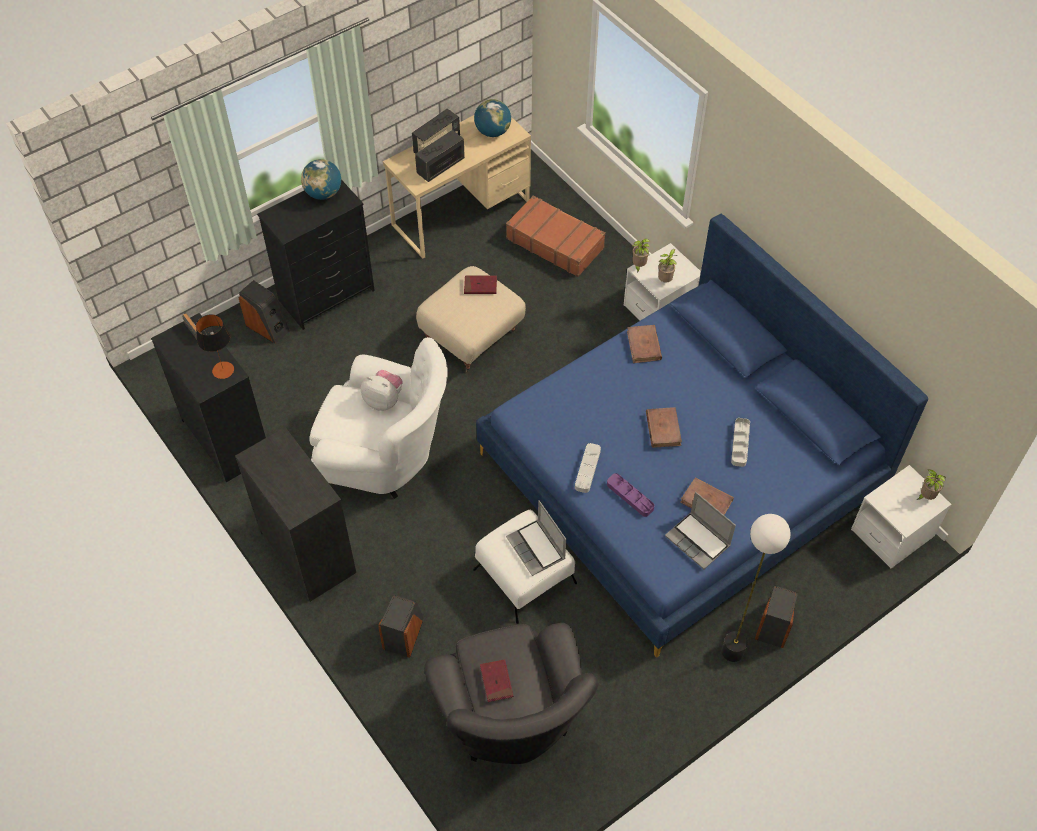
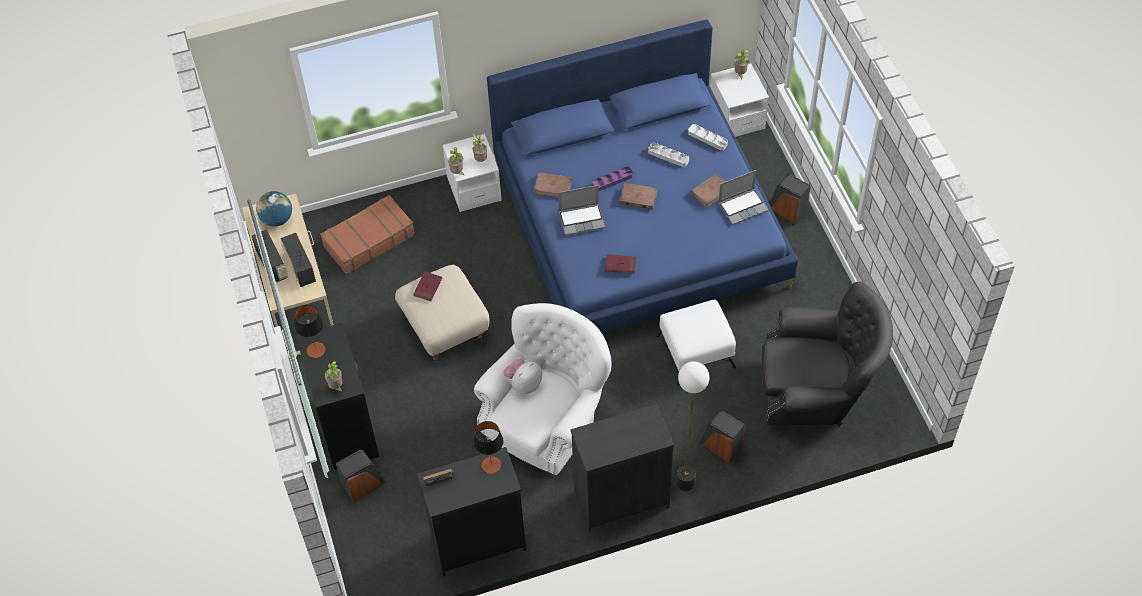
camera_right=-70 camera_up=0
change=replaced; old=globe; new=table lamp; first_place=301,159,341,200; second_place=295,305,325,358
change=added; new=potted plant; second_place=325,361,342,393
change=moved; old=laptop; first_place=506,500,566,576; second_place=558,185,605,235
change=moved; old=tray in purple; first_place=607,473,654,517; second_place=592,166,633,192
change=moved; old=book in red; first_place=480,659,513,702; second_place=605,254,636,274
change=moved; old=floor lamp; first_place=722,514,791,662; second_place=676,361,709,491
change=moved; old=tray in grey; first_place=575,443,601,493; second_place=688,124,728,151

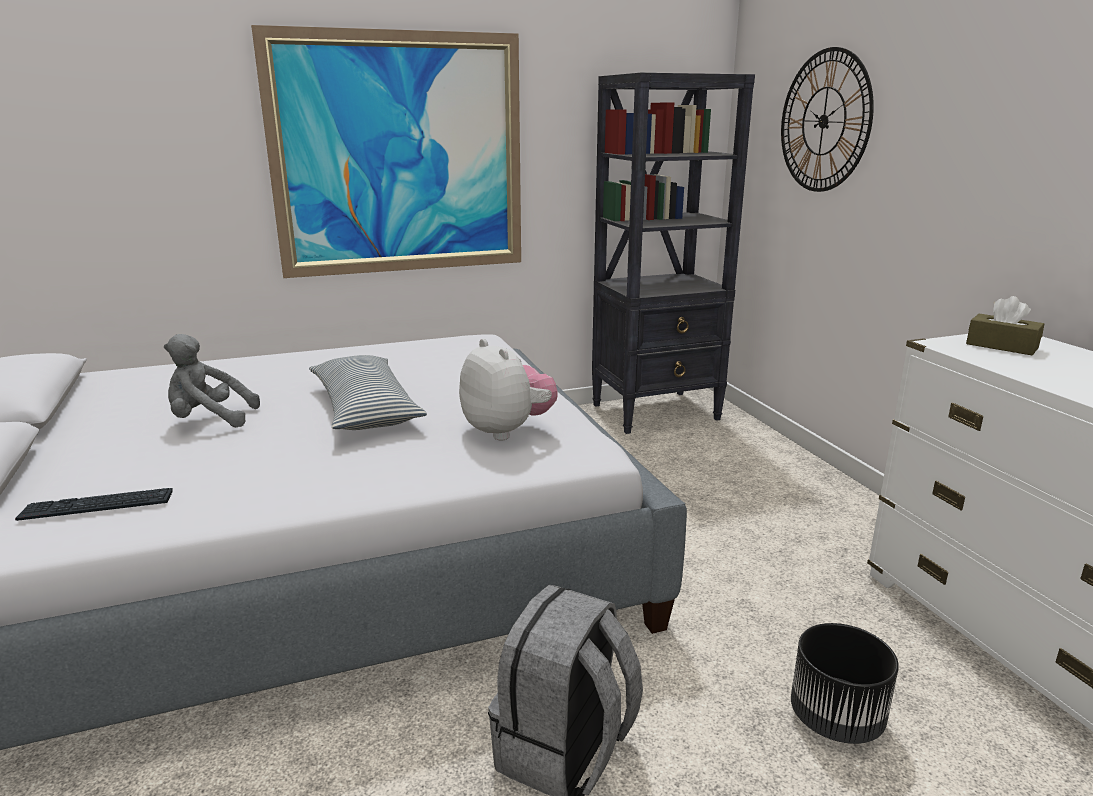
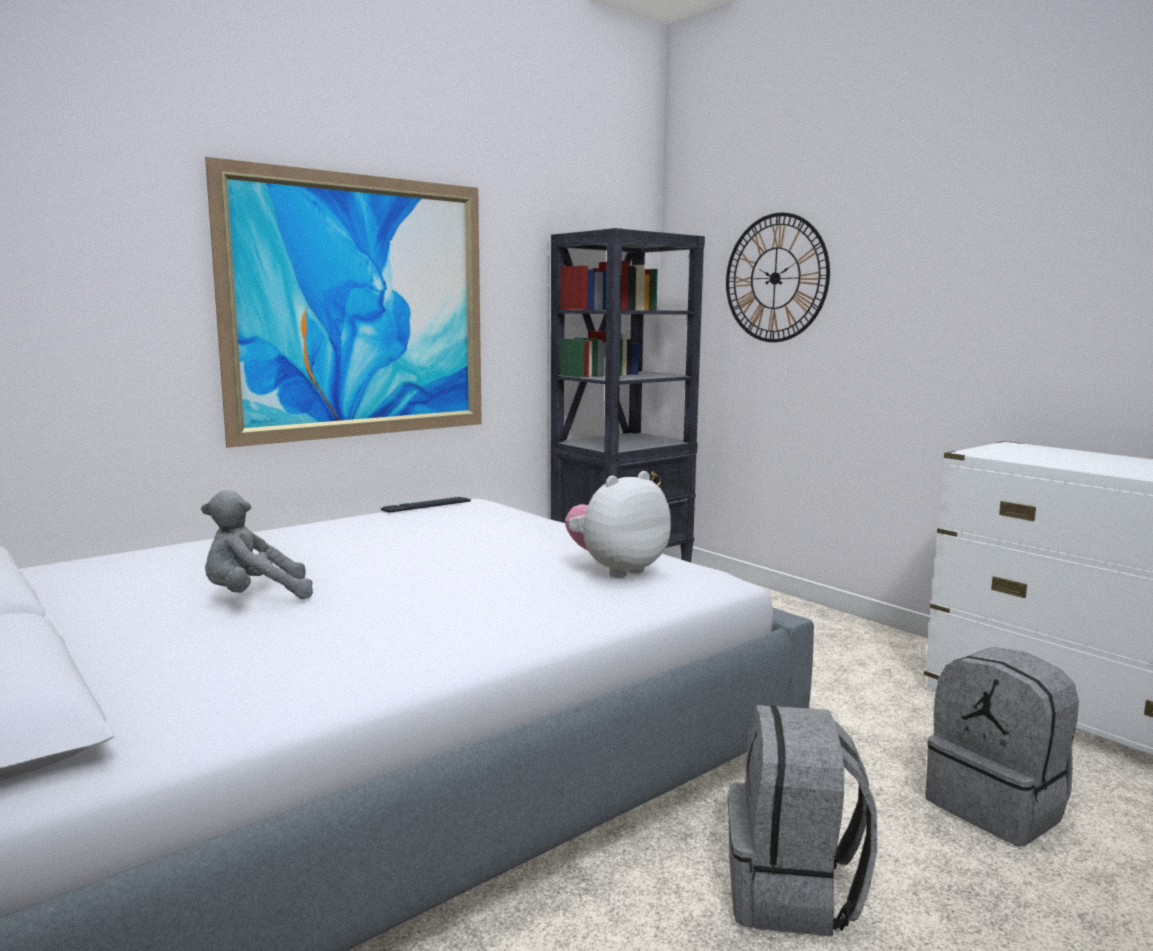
camera_right=-20 camera_up=-10
change=moved; old=keyboard; first_place=15,488,172,521; second_place=381,497,471,513
change=turned; old=plush toy; first_place=459,339,558,440; second_place=565,471,671,578; degrees=-75
change=replaced; old=planter in black; new=backpack in grey; first_place=791,623,899,744; second_place=925,647,1079,846
change=removed; old=pillow; first_place=309,355,427,430
change=removed; old=tissue box in brown; first_place=966,296,1044,355

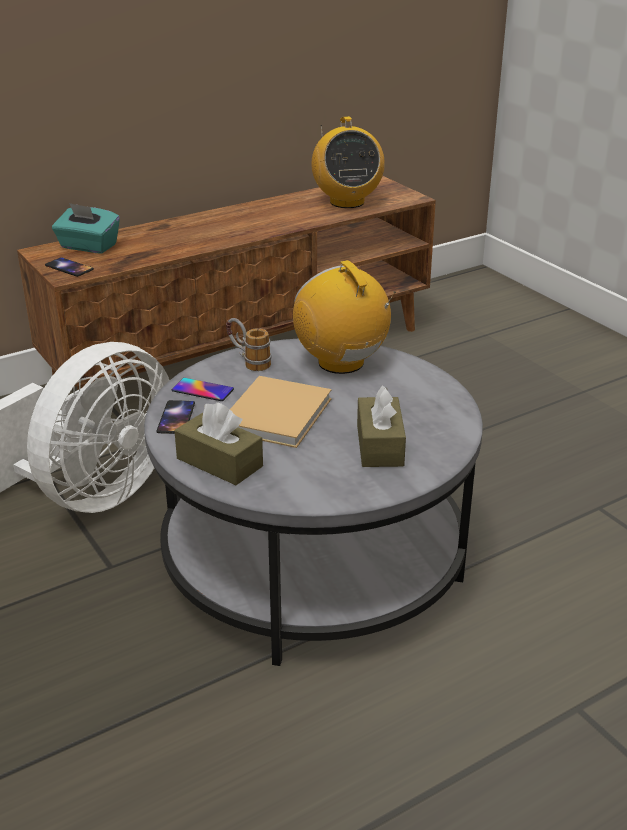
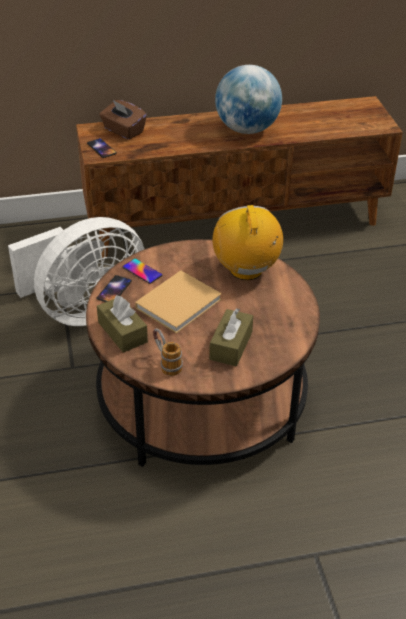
camera_right=20 camera_up=10
change=recoloured; old=coffee table in grey; new=coffee table in brown; first_place=144,339,483,666; second_place=86,239,320,467
change=recoloured; old=tissue box in turquoise; new=tissue box in brown; first_place=52,203,120,254; second_place=100,99,147,140
change=moved; old=mug; first_place=226,318,271,371; second_place=153,328,183,376
change=added; new=globe; second_place=215,65,282,134
change=removed; old=radio; first_place=311,116,385,208

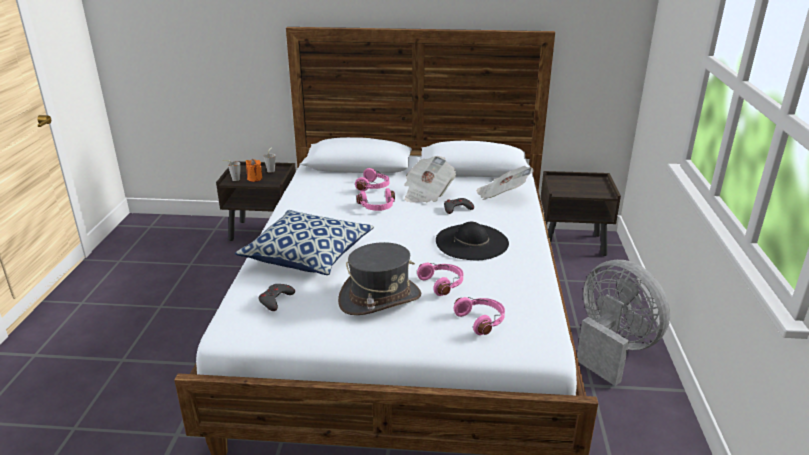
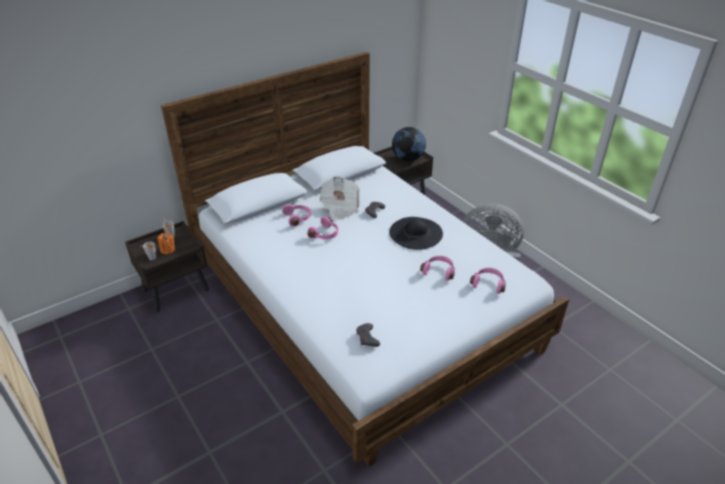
camera_right=-40 camera_up=10
change=added; new=globe; second_place=392,127,426,161
change=removed; old=pillow; first_place=235,210,374,275
change=removed; old=hat in grey; first_place=338,242,421,315
change=removed; old=newspaper; first_place=476,166,534,200

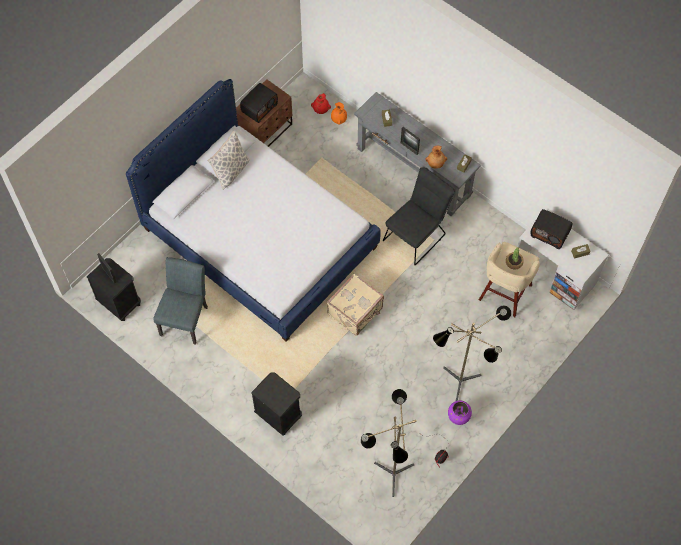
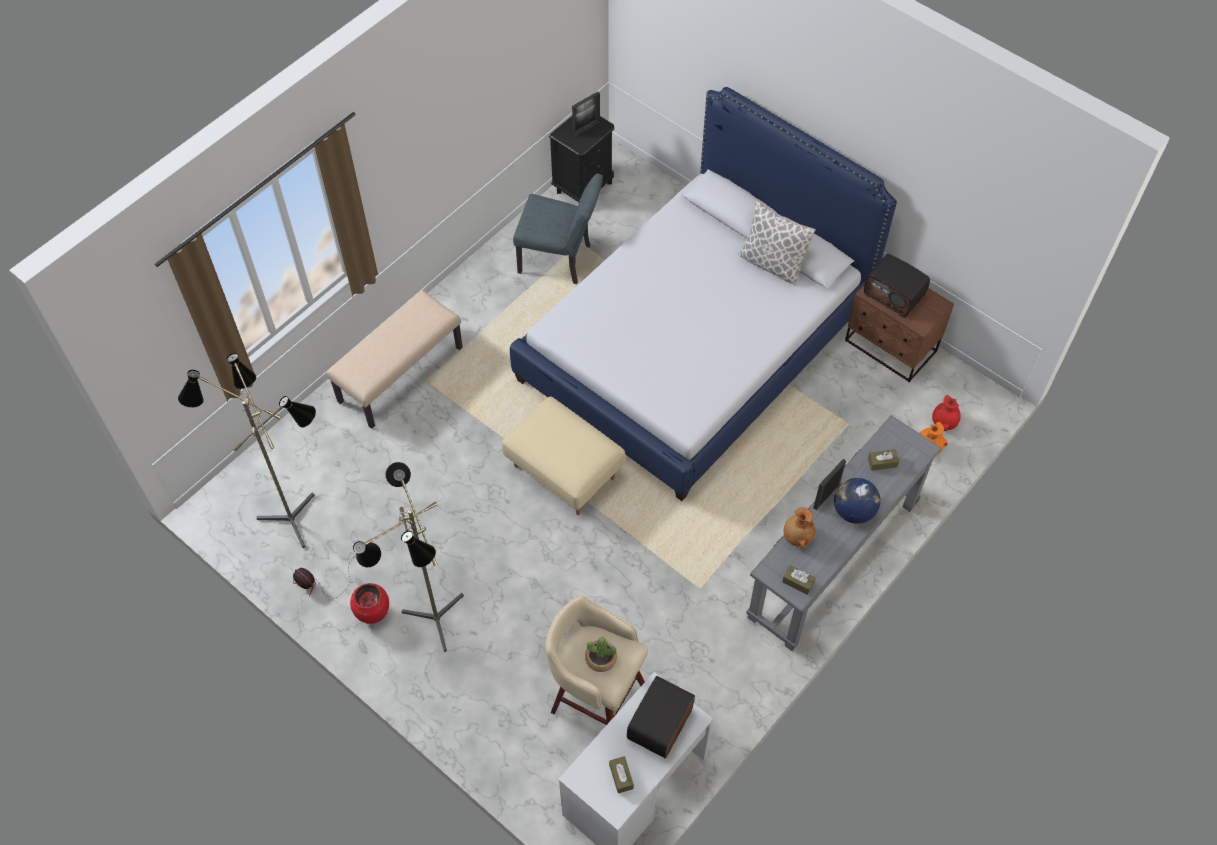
camera_right=90 camera_up=-5
change=replaced; old=nightstand in black; new=bench in beige; first_place=251,372,302,436; second_place=327,290,463,429
change=recoloured; old=vase in purple; new=vase in red; first_place=448,400,472,425; second_place=350,583,389,624
change=replaced; old=suitcase in beige; new=ottoman in beige; first_place=327,274,384,336; second_place=502,397,626,515
change=added; new=globe; second_place=834,478,880,524
change=removed; old=chair in black; first_place=383,168,455,265

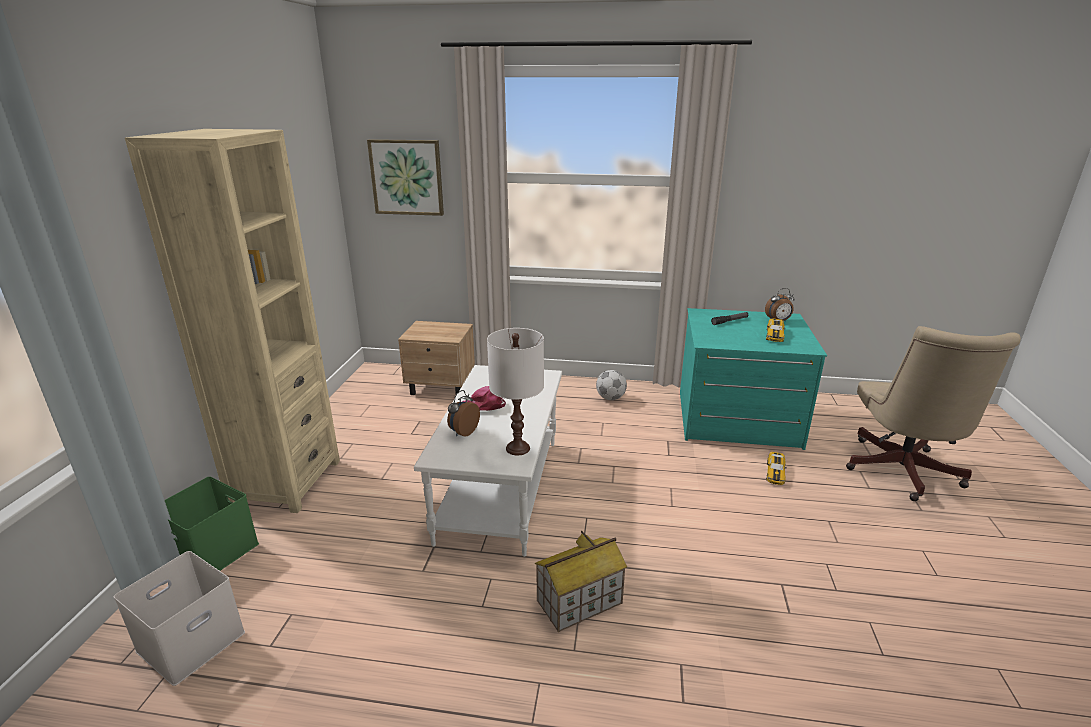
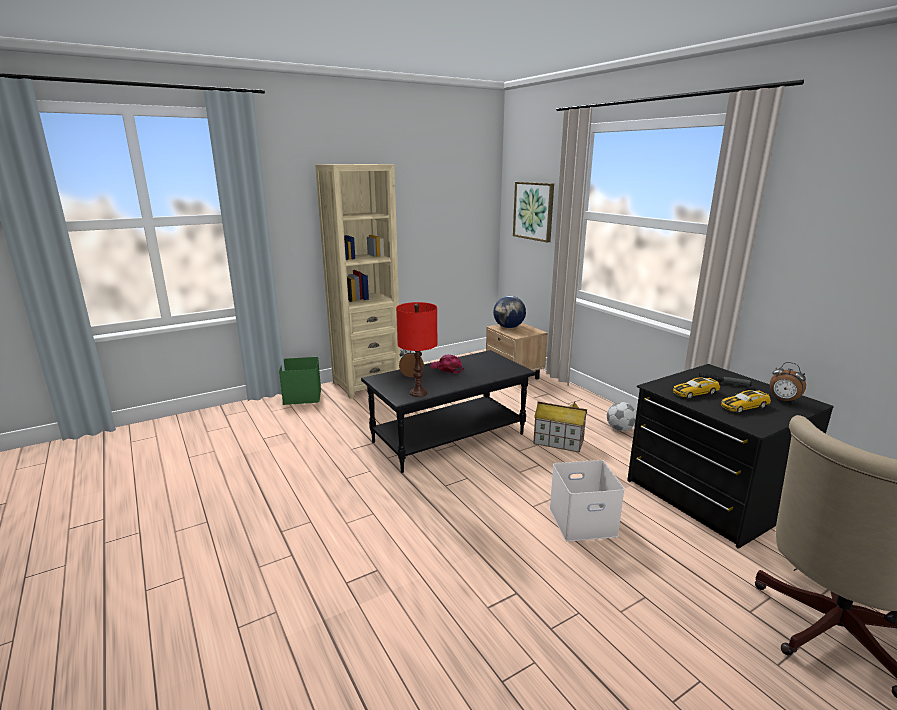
camera_right=50 camera_up=-5
change=recoloured; old=coffee table in white; new=coffee table in black; first_place=414,365,562,557; second_place=361,350,535,473
change=recoloured; old=table lamp in white; new=table lamp in red; first_place=487,328,544,455; second_place=396,302,438,397
change=added; new=globe; second_place=493,296,526,328
change=moved; old=toy house; first_place=535,531,627,632; second_place=533,401,587,453
change=moved; old=storage box in white; first_place=114,551,245,686; second_place=549,460,625,542
change=recoloured; old=dresser in turquoise; new=dresser in black; first_place=680,308,827,450; second_place=627,364,834,549
change=moved; old=toy car; first_place=766,452,787,485; second_place=673,378,720,399

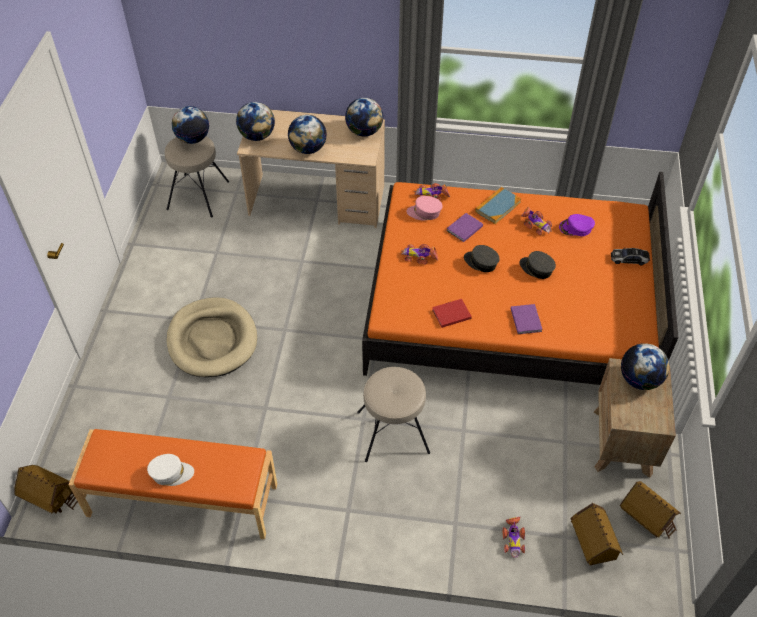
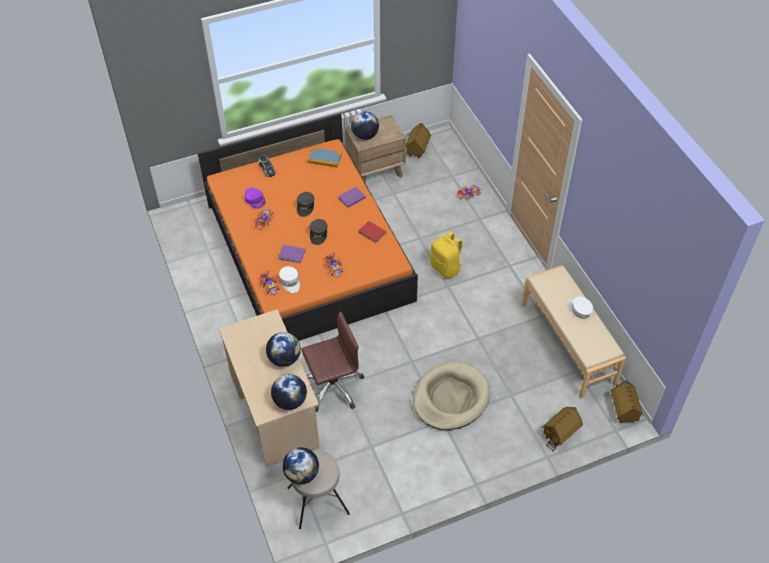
camera_right=-120 camera_up=0
change=recoloured; old=cap in pink; new=cap in white; first_place=406,196,443,221; second_place=279,266,300,293
change=added; new=office chair in brown; second_place=301,312,364,412
change=moved; old=book; first_place=475,187,521,224; second_place=308,148,342,167
change=replaced; old=stool in beige; new=backpack in yellow; first_place=357,367,430,462; second_place=430,231,464,278
change=recoloured; old=bench in orange; new=bench in beige; first_place=69,429,277,539; second_place=521,265,626,399
change=moved; old=toy house; first_place=570,503,623,565; second_place=541,407,583,452
change=removed; old=globe; first_place=345,98,383,136

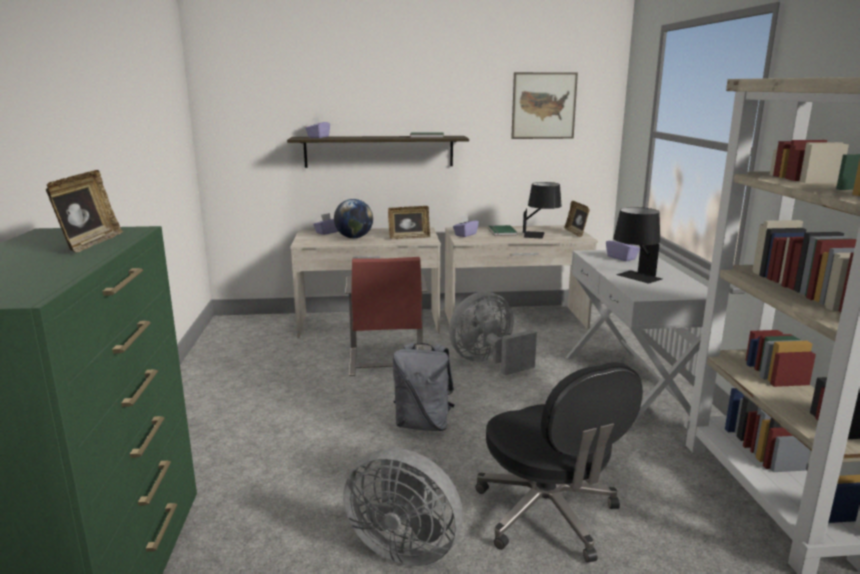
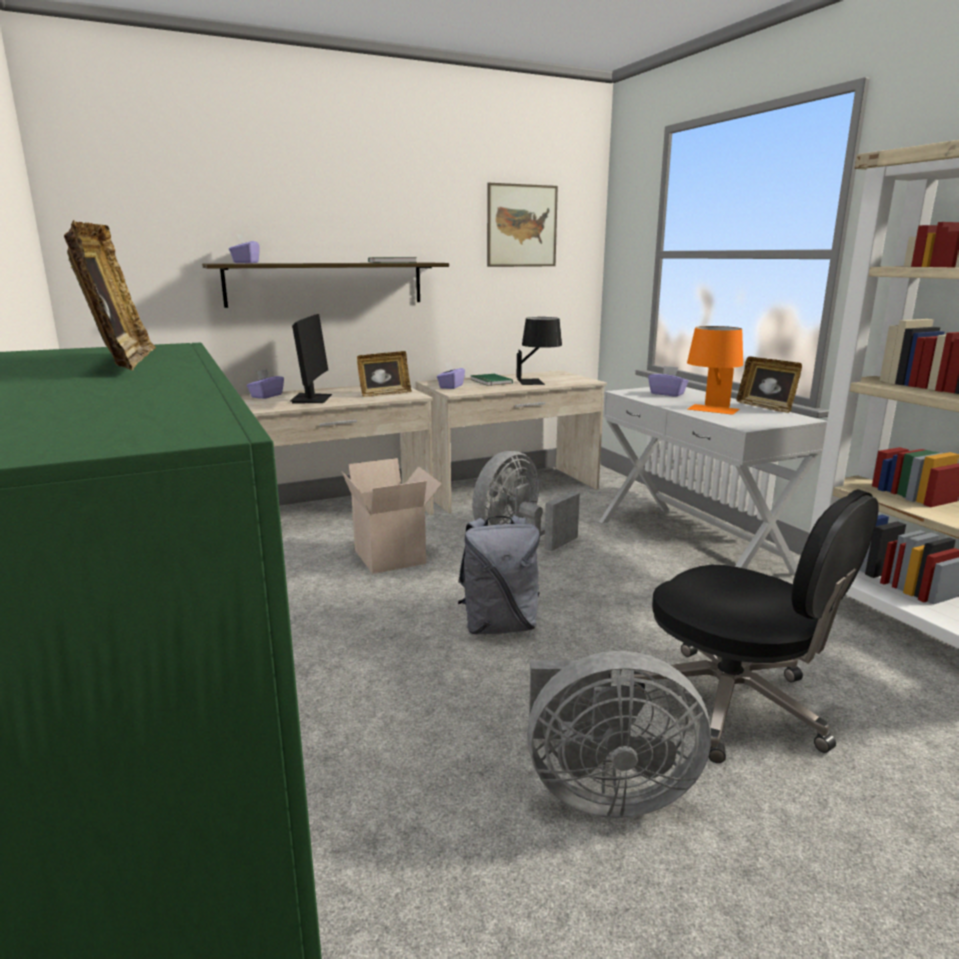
camera_right=-20 camera_up=0
change=replaced; old=globe; new=monitor; first_place=334,199,373,238; second_place=290,314,332,403
change=replaced; old=chair in red; new=cardboard box; first_place=345,257,428,376; second_place=341,458,442,574
change=recoloured; old=table lamp in black; new=table lamp in orange; first_place=613,207,662,284; second_place=687,326,743,415
change=moved; old=picture frame; first_place=564,201,590,237; second_place=736,356,802,413

